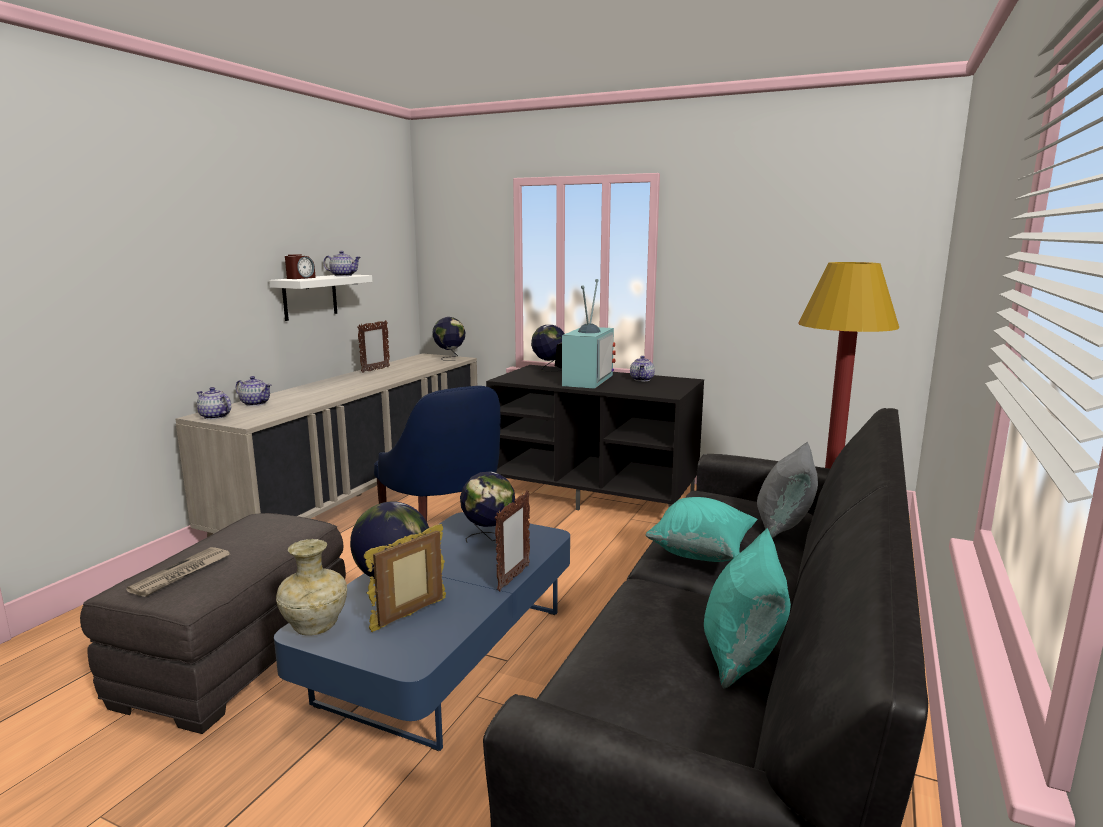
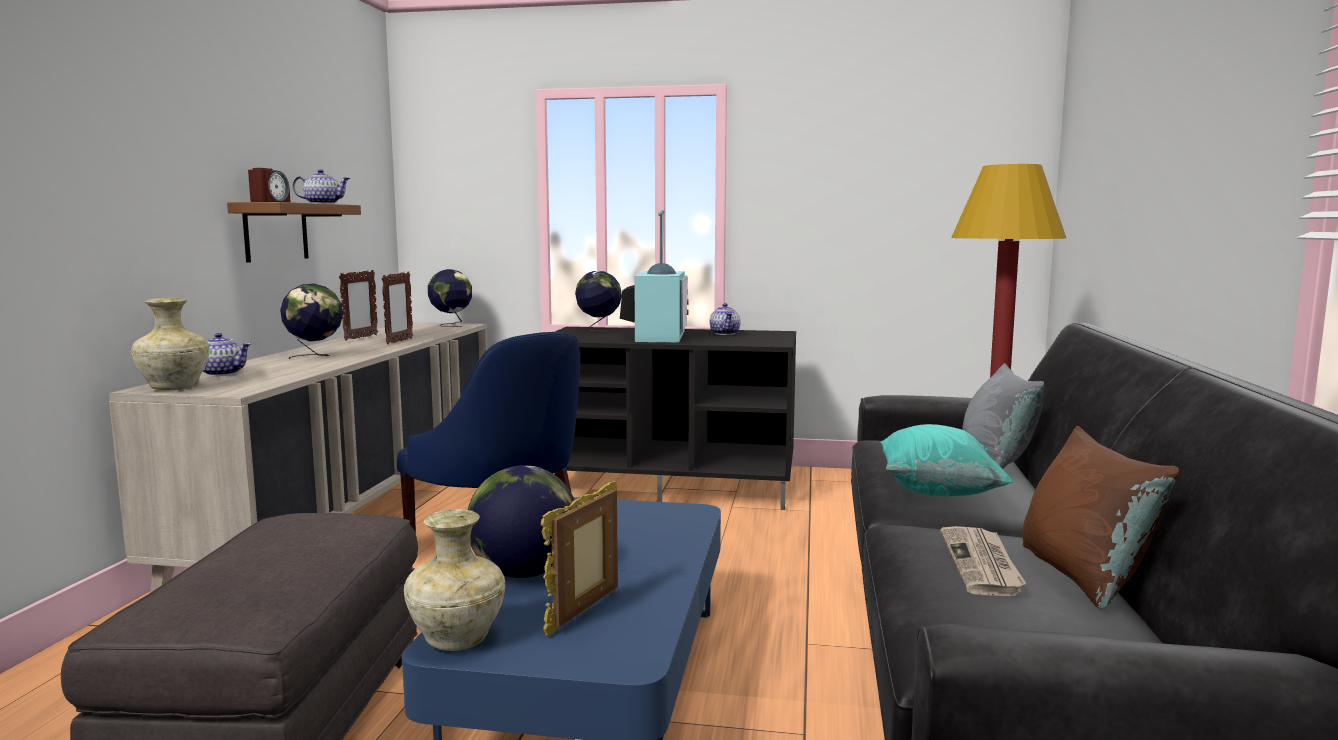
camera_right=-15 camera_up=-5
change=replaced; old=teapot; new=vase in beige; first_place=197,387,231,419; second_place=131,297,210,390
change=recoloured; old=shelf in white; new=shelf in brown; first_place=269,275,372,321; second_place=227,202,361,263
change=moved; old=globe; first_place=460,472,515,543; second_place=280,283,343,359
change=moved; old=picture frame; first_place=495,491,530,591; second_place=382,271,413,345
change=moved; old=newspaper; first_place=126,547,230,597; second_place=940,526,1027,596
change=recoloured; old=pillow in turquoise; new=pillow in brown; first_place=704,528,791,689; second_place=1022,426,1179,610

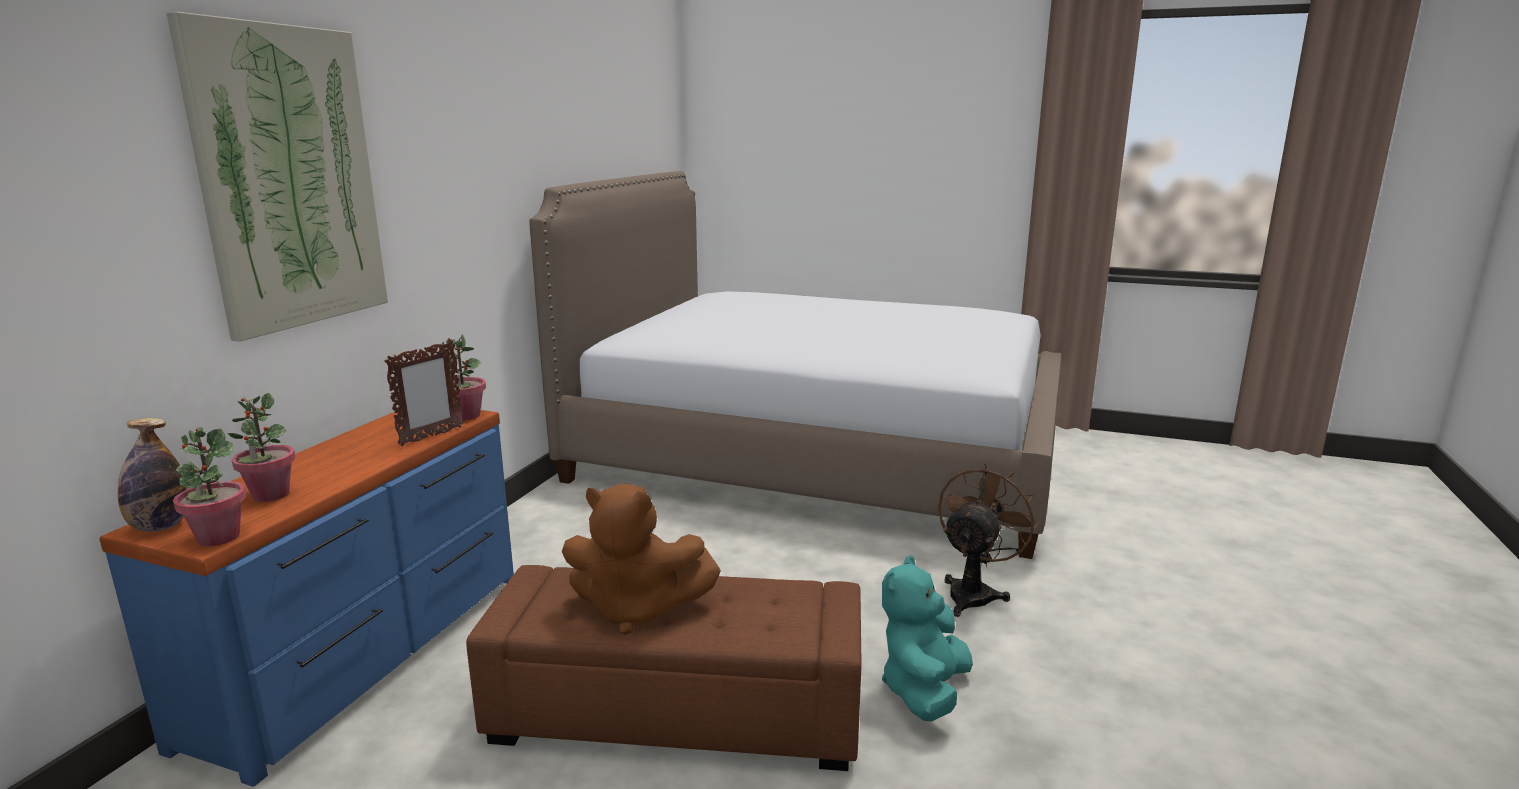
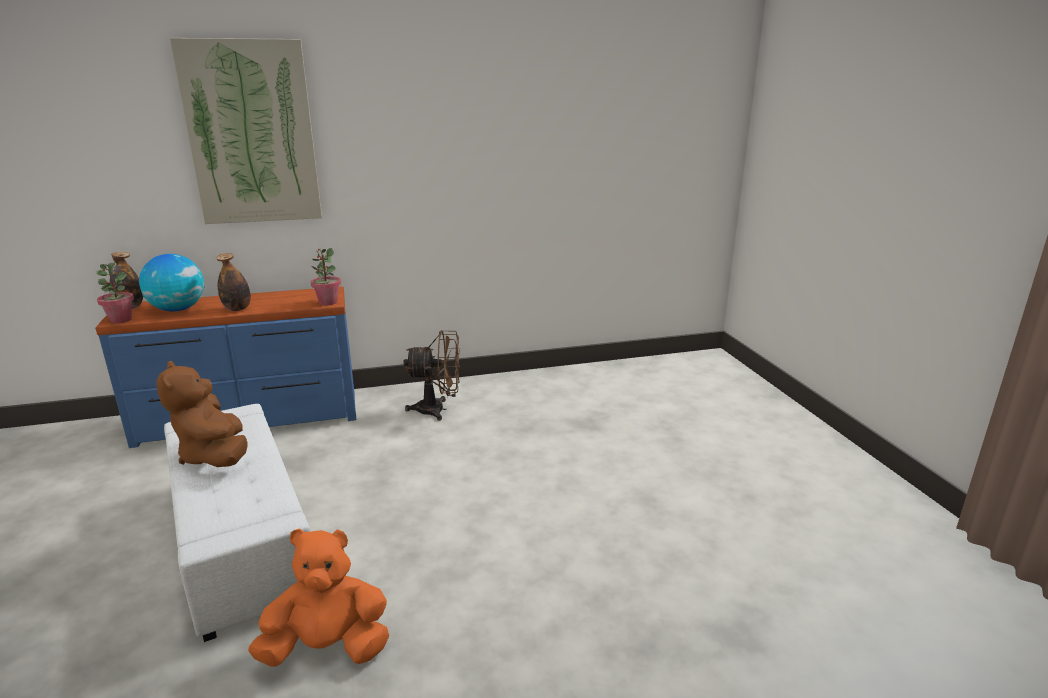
camera_right=55 camera_up=5
change=replaced; old=potted plant; new=globe; first_place=228,393,296,502; second_place=139,254,205,312
change=recoloured; old=ottoman in brown; new=ottoman in white; first_place=466,565,861,771; second_place=164,404,310,642
change=added; new=bottle; second_place=217,253,251,311
change=recoloured; old=plush toy in turquoise; new=plush toy in orange; first_place=882,555,973,722; second_place=248,528,389,667
change=moved; old=fan in brown; first_place=938,463,1039,617; second_place=403,330,460,421
change=removed; old=picture frame; first_place=384,340,464,446
change=removed; old=bed; first_place=529,171,1062,559

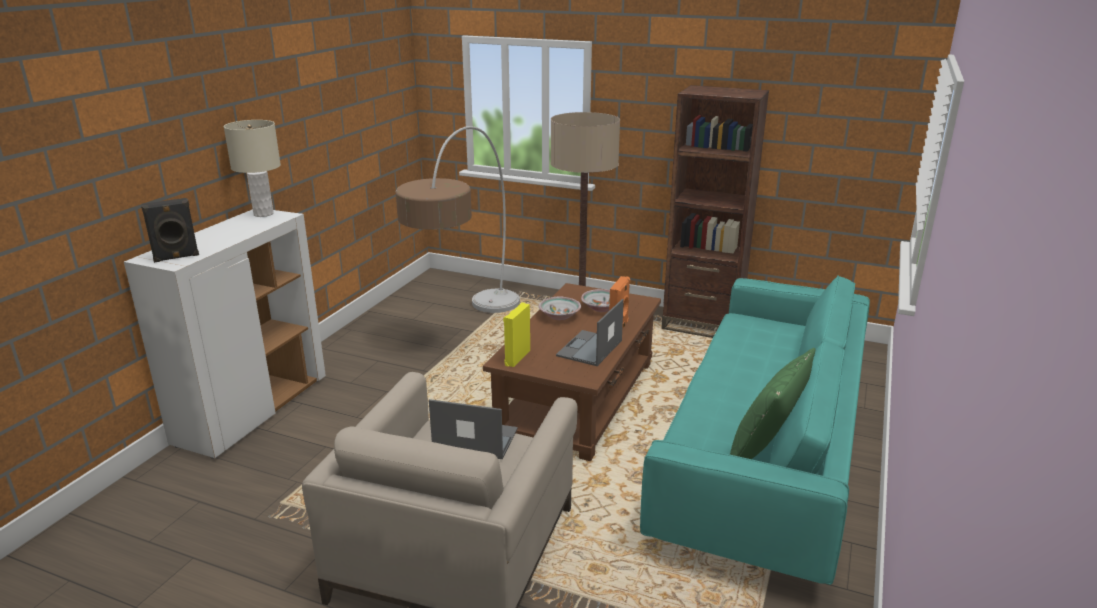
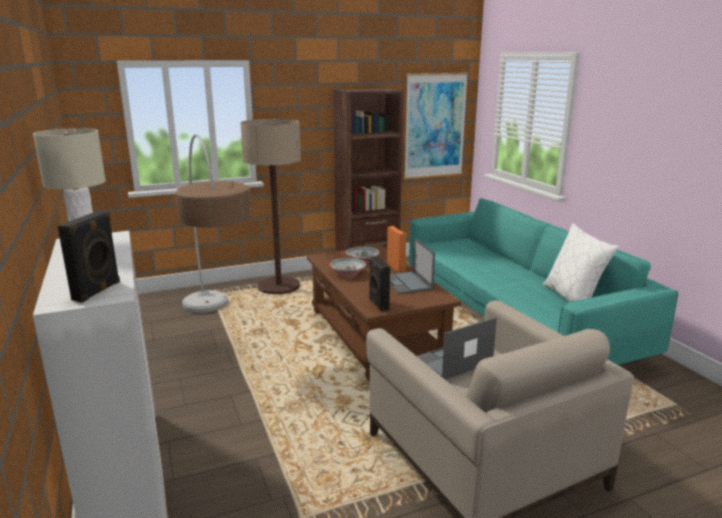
camera_right=-45 camera_up=-5
change=recoloured; old=speaker in yellow; new=speaker in black; first_place=503,302,530,367; second_place=369,256,390,312
change=added; new=picture; second_place=404,73,468,179
change=recoloured; old=pillow in green; new=pillow in white; first_place=730,348,815,459; second_place=543,223,619,302

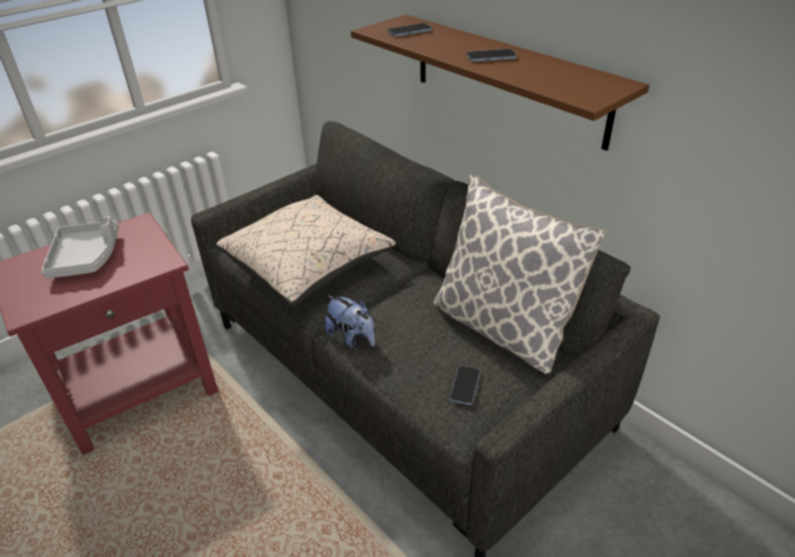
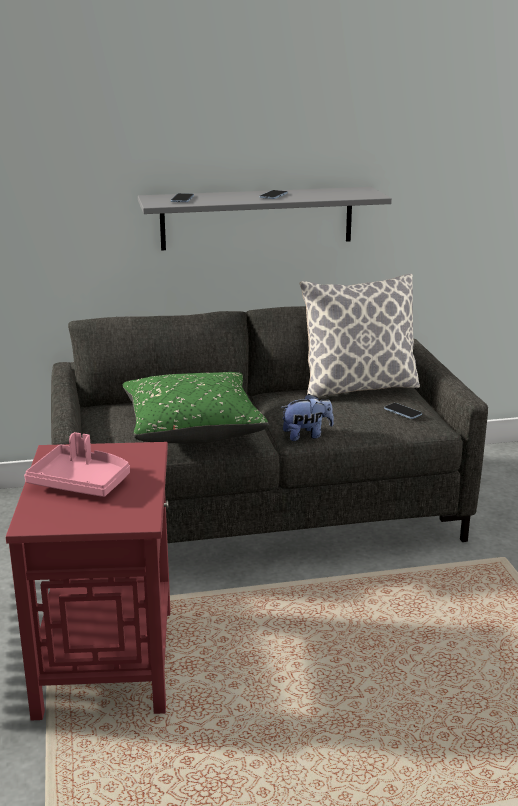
camera_right=-60 camera_up=-15
change=recoloured; old=tray in grey; new=tray in pink; first_place=41,216,119,279; second_place=24,432,130,497
change=recoloured; old=pillow in beige; new=pillow in green; first_place=216,195,396,306; second_place=123,372,269,444
change=recoloured; old=shelf in brown; new=shelf in grey; first_place=351,14,650,151; second_place=138,187,392,250

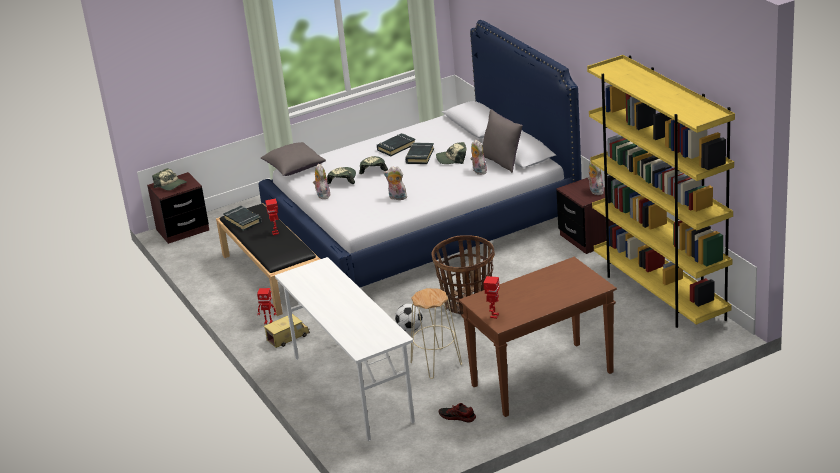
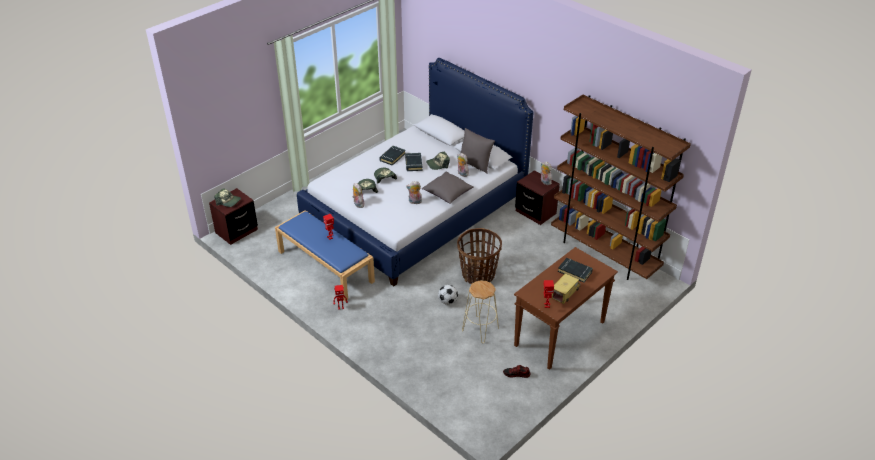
camera_right=-20 camera_up=10
change=recoloured; old=bench in black; new=bench in blue; first_place=216,203,320,316; second_place=275,210,375,301
change=moved; old=pillow in grey; first_place=261,142,326,176; second_place=422,172,474,204
change=recoloured; old=bookcase in yellow; new=bookcase in brown; first_place=587,55,735,328; second_place=551,95,691,280
change=moved; old=toy truck; first_place=264,314,310,348; second_place=552,273,581,304
change=moved; old=book in black; first_place=223,206,262,231; second_place=558,258,593,283
change=removed; old=desk in white; first_place=275,257,415,441

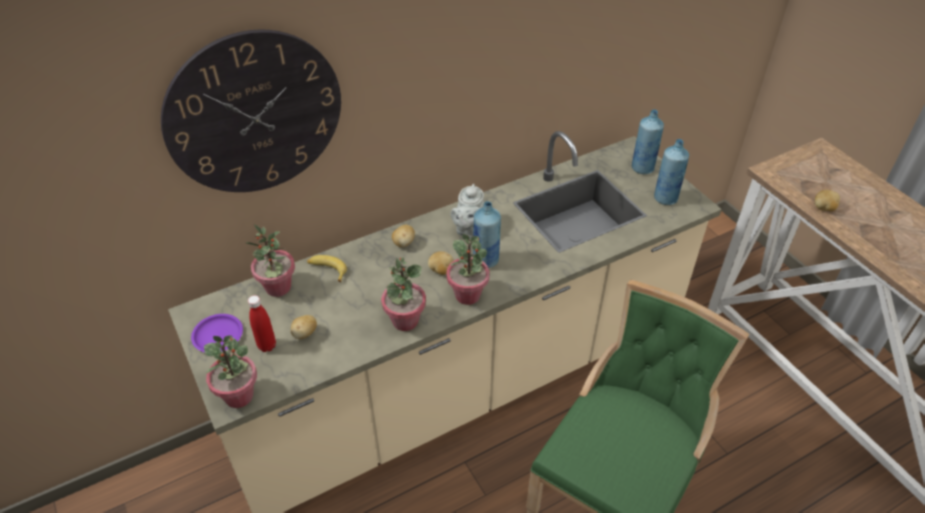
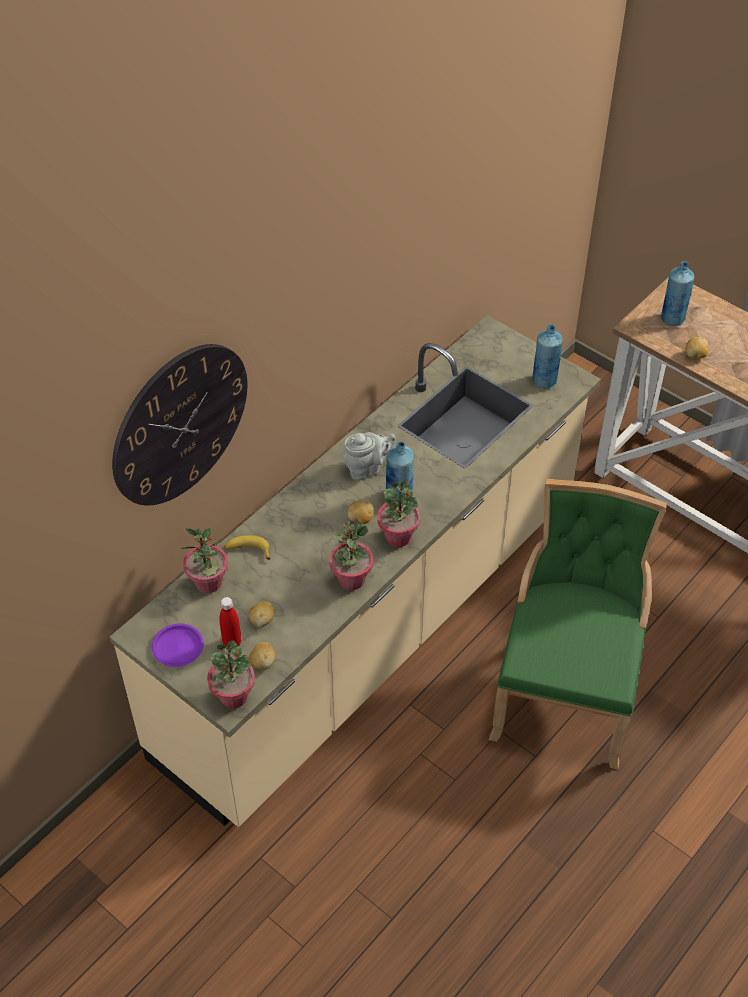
camera_right=-20 camera_up=5
change=moved; old=potato; first_place=392,225,415,247; second_place=249,642,275,670
change=turned; old=teapot in grey; first_place=450,184,484,239; second_place=344,432,396,480; degrees=-105
change=moved; old=bottle in blue; first_place=632,109,664,174; second_place=661,261,694,326

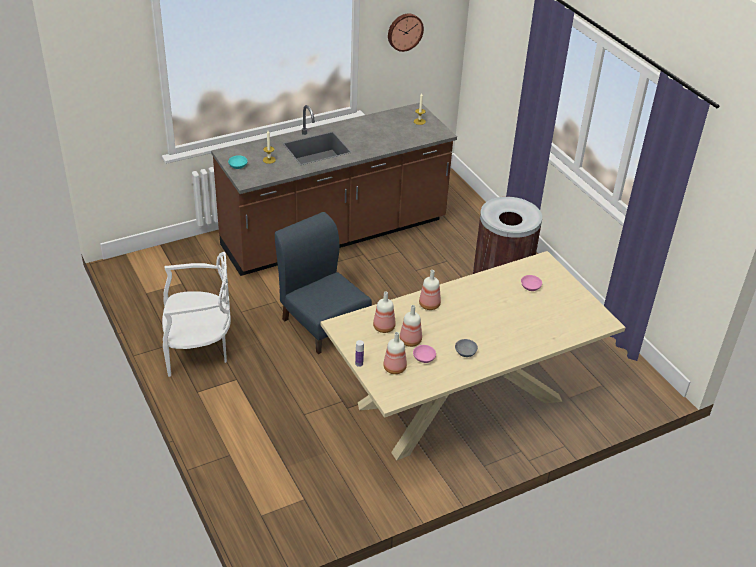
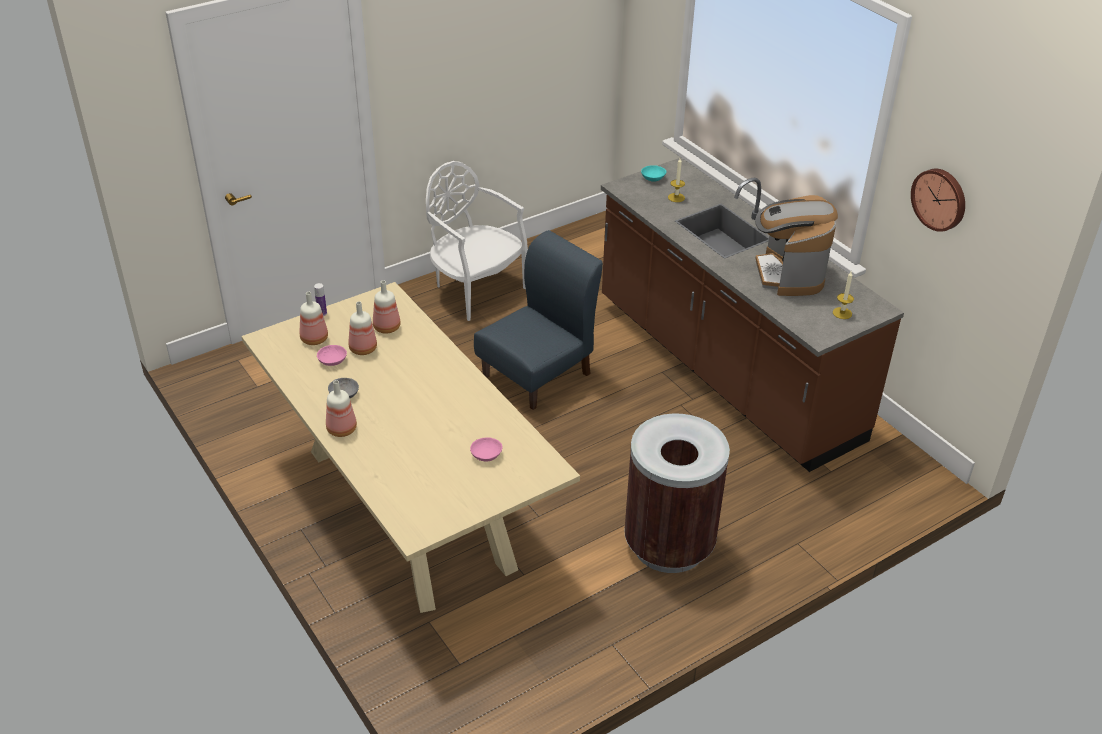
camera_right=85 camera_up=0
change=moved; old=bottle; first_place=419,270,441,310; second_place=326,380,357,437
change=turned; old=chair in white; first_place=162,252,231,377; second_place=426,161,528,321; degrees=150
change=added; new=coffee machine; second_place=755,195,838,296

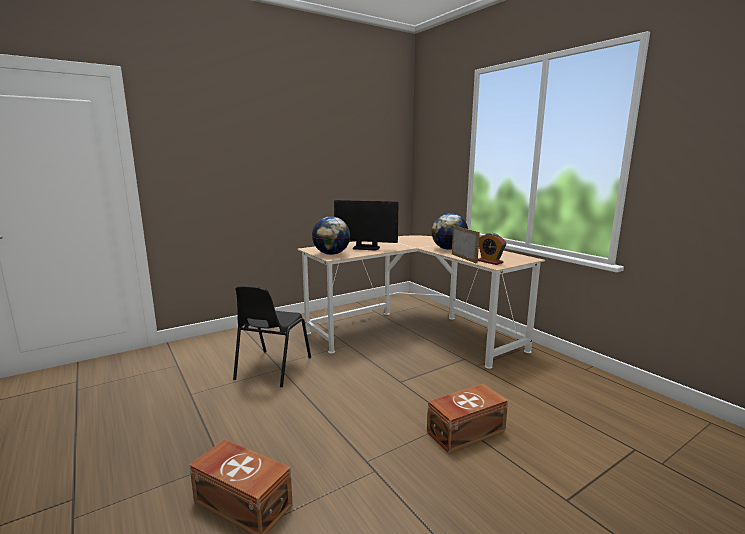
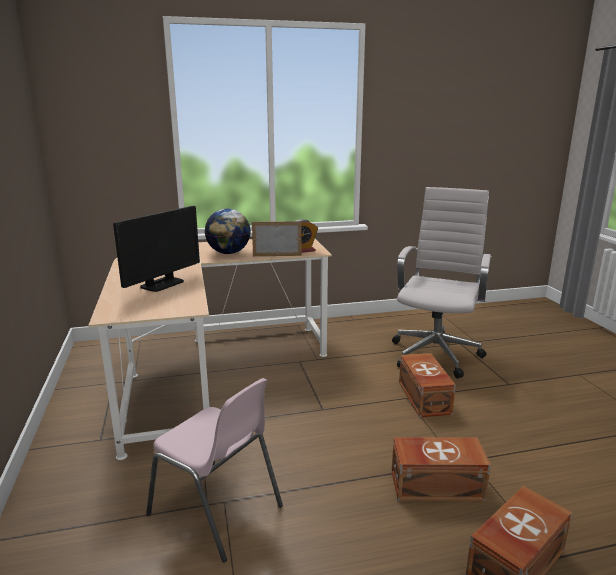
camera_right=-70 camera_up=5
change=recoloured; old=chair in black; new=chair in pink; first_place=233,286,311,387; second_place=146,378,283,562
change=added; new=office chair in white; second_place=392,187,491,379
change=added; new=storage box in brown; second_place=392,437,491,501
change=removed; old=globe; first_place=312,216,350,255

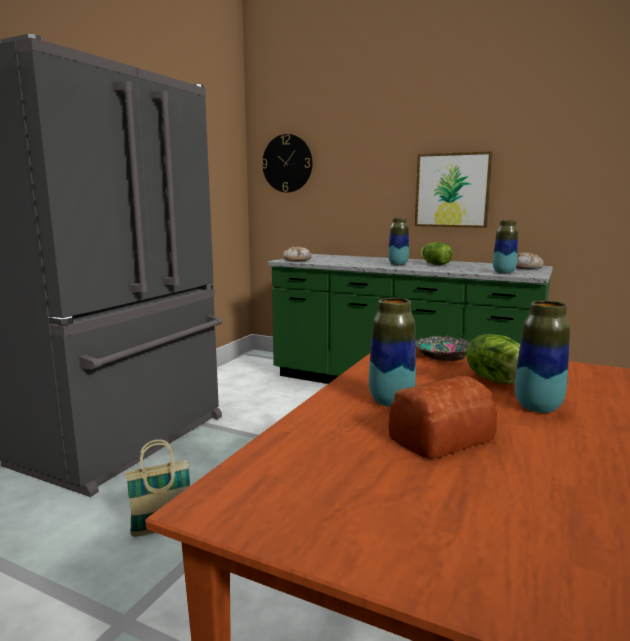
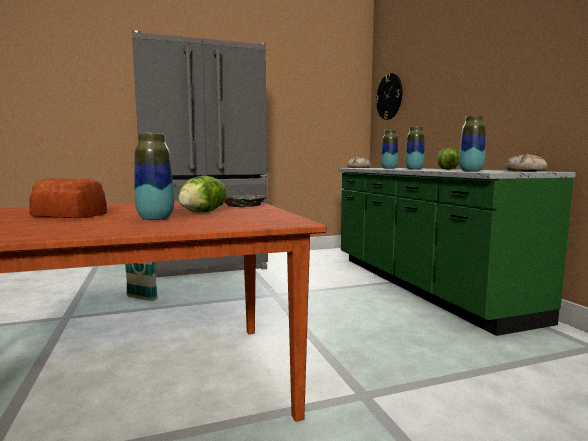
camera_right=45 camera_up=-5
change=moved; old=vase; first_place=369,298,416,407; second_place=381,130,398,169
change=removed; old=picture; first_place=415,151,493,228

